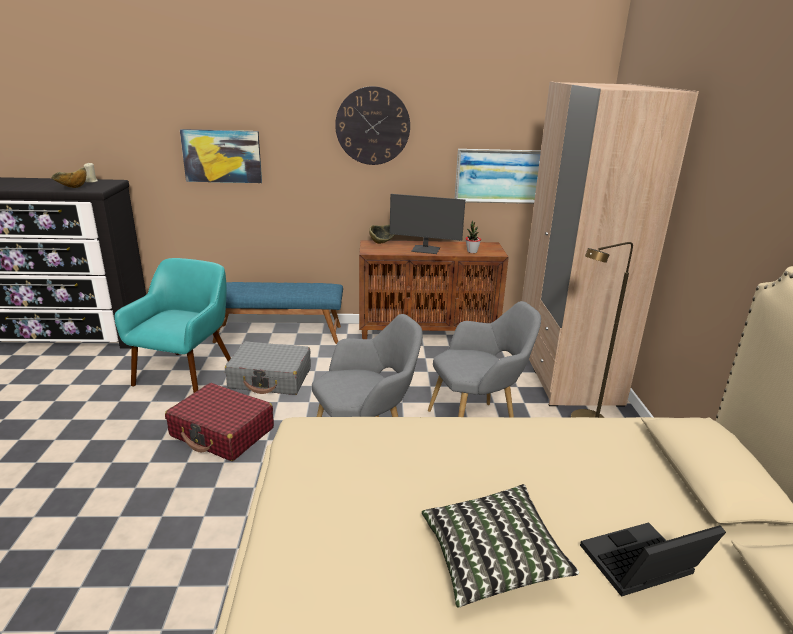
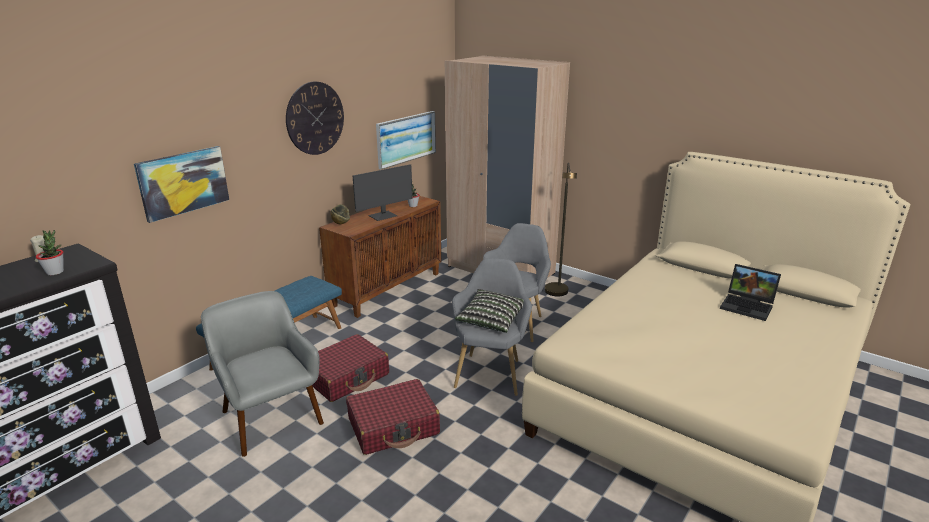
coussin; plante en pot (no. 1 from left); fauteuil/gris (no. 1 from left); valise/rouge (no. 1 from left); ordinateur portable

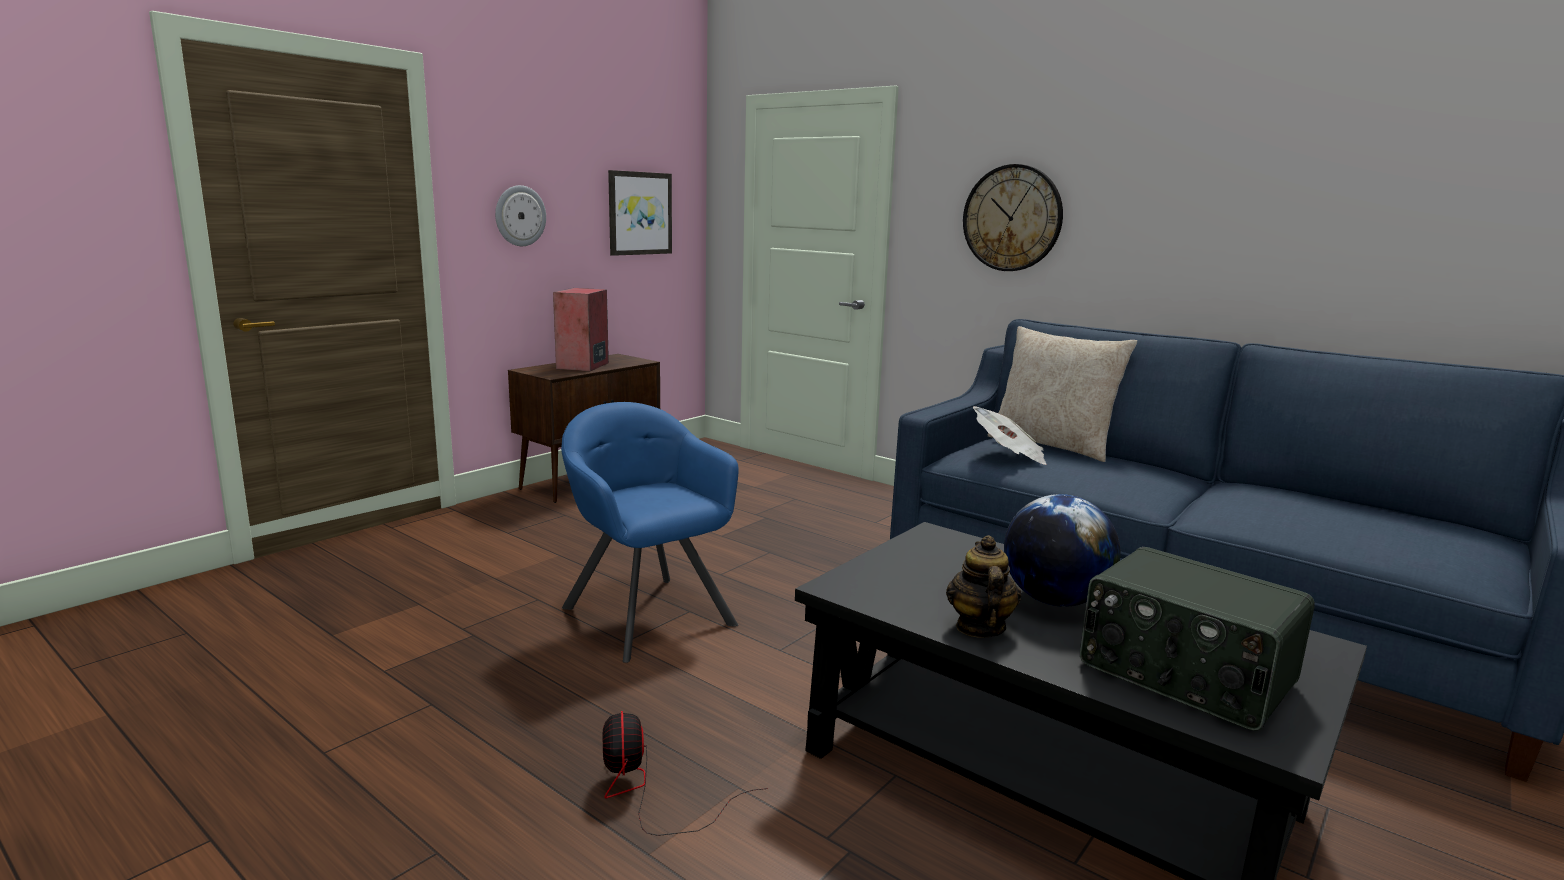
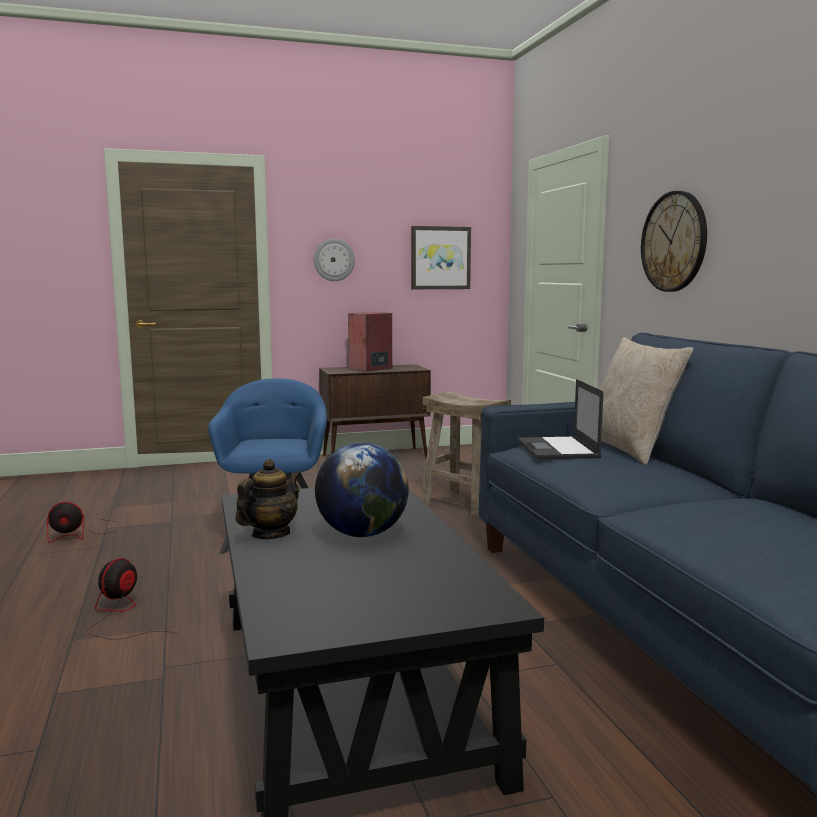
radio; ventilateur (no. 1 from left); tabouret/beige; ordinateur portable

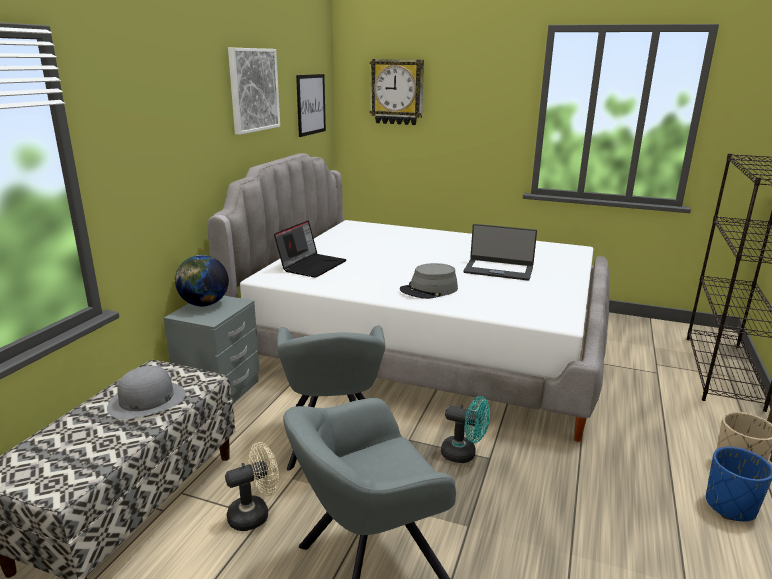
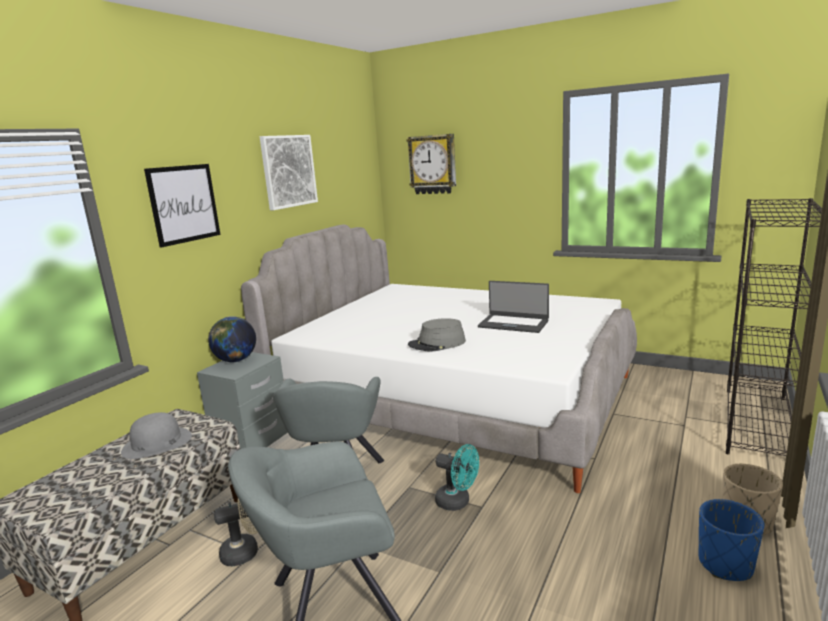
ordinateur portable (no. 1 from left in the first image); tableau (no. 1 from left)

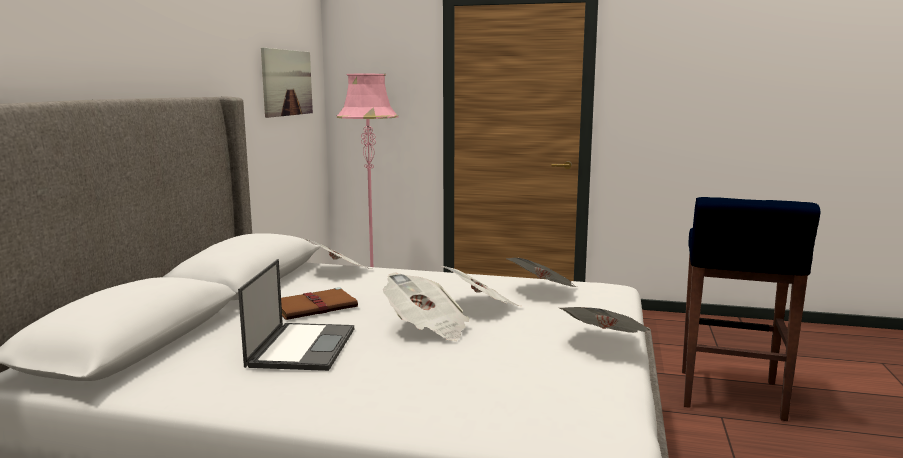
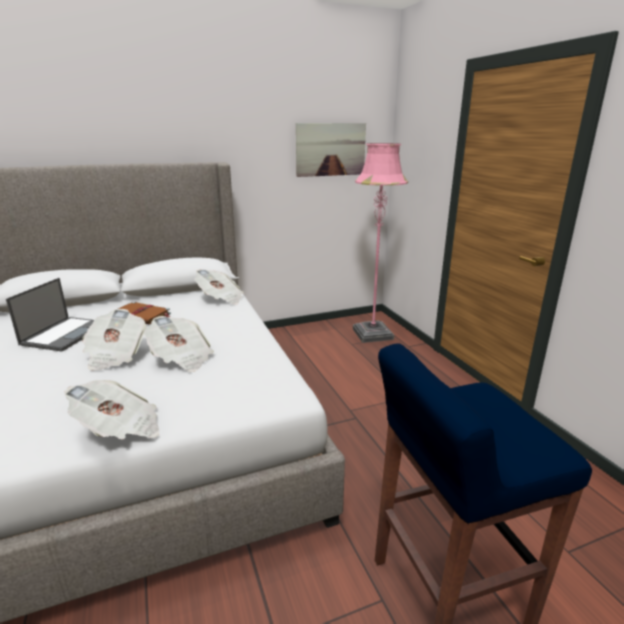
journal (no. 4 from left in the first image); ordinateur portable

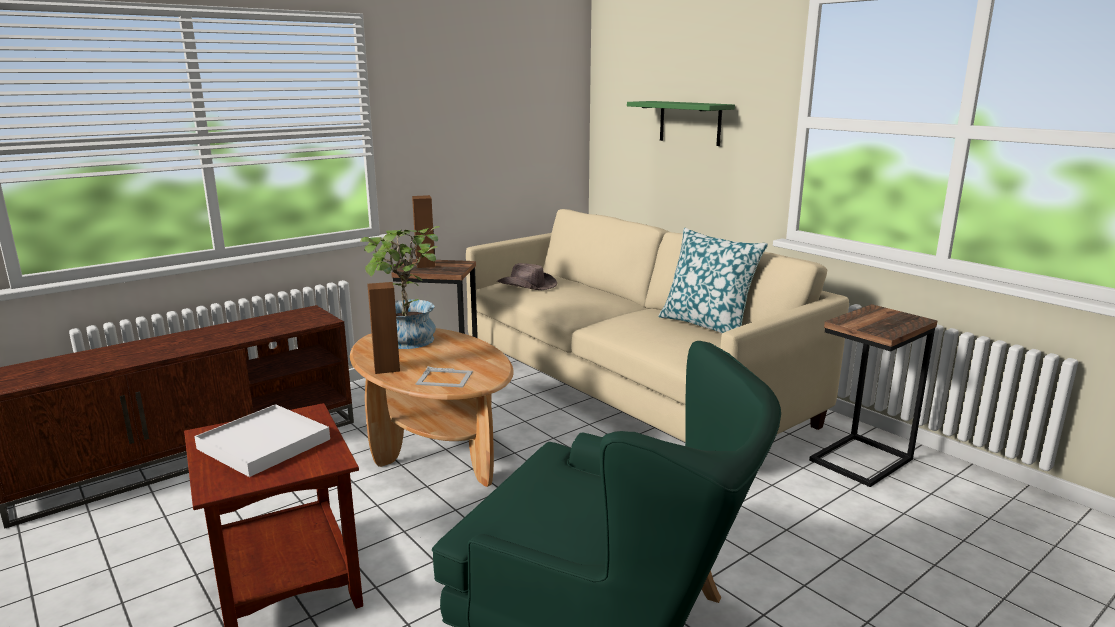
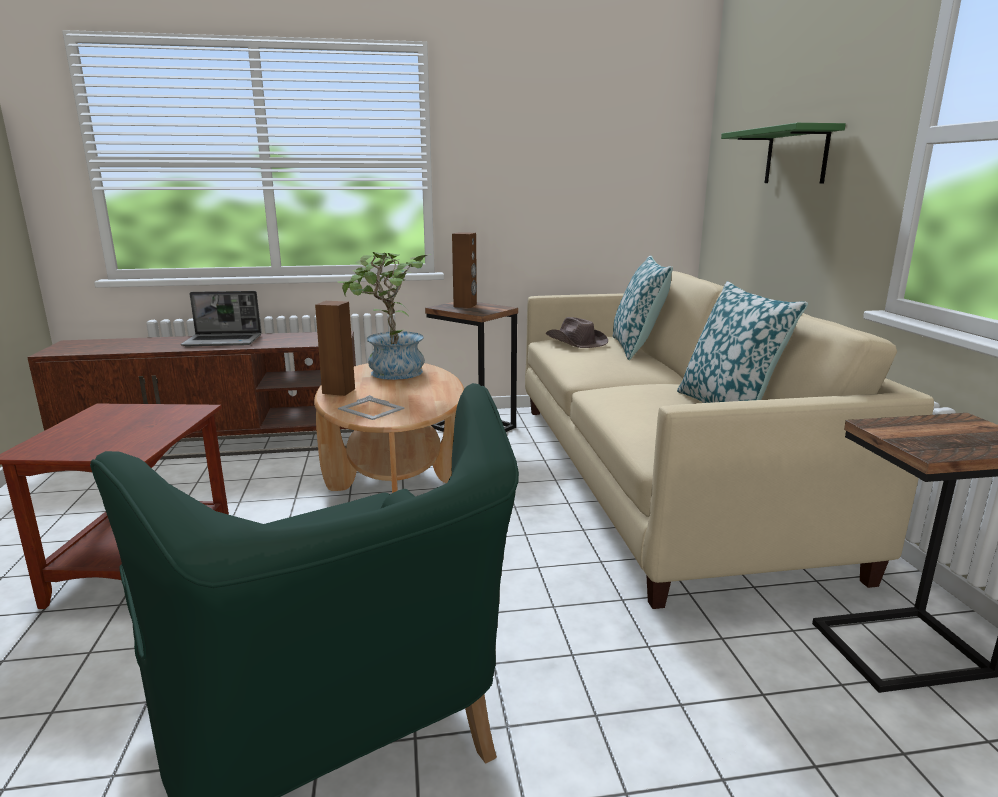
plateau/blanc; ordinateur portable; coussin (no. 1 from left)

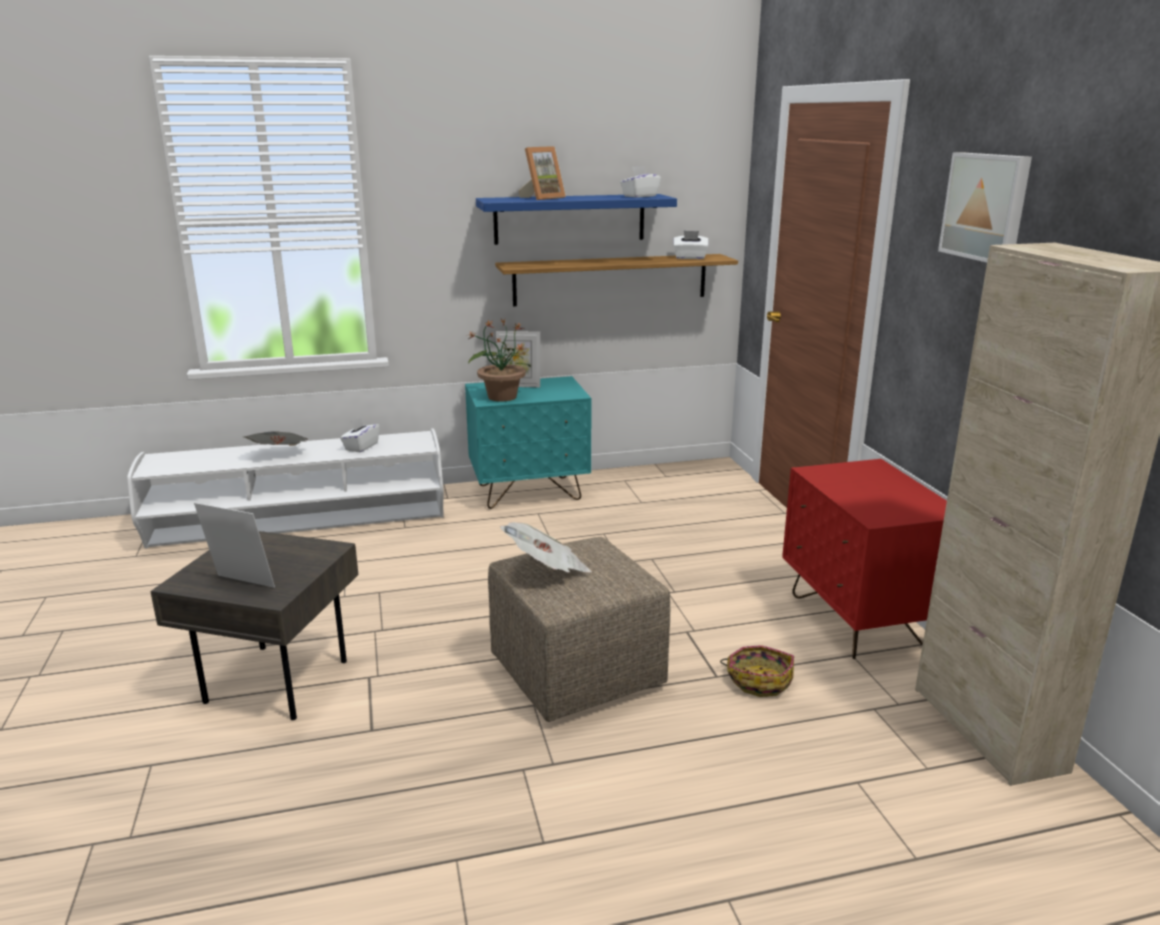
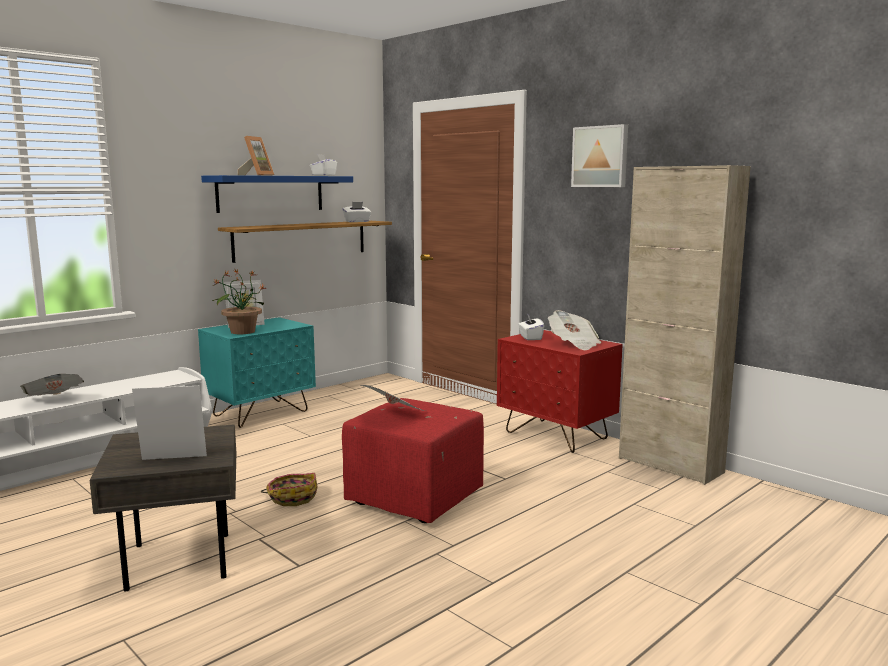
journal (no. 3 from left); boîte à mouchoirs/blanc (no. 3 from left); panier; pouf/rouge

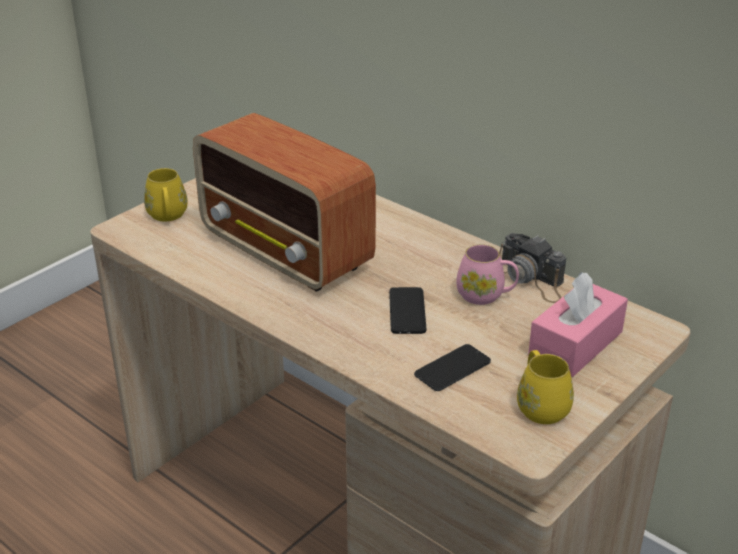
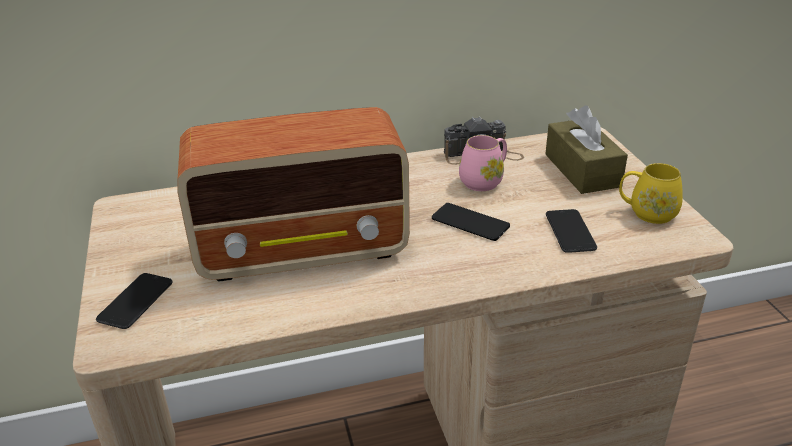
téléphone (no. 1 from left); boîte à mouchoirs/marron

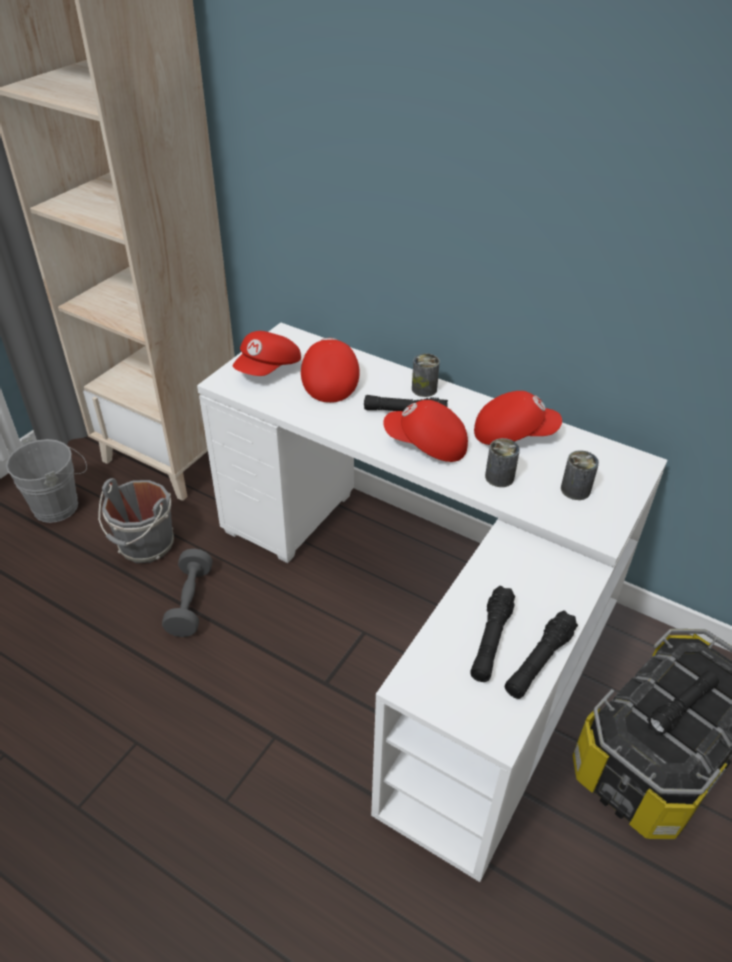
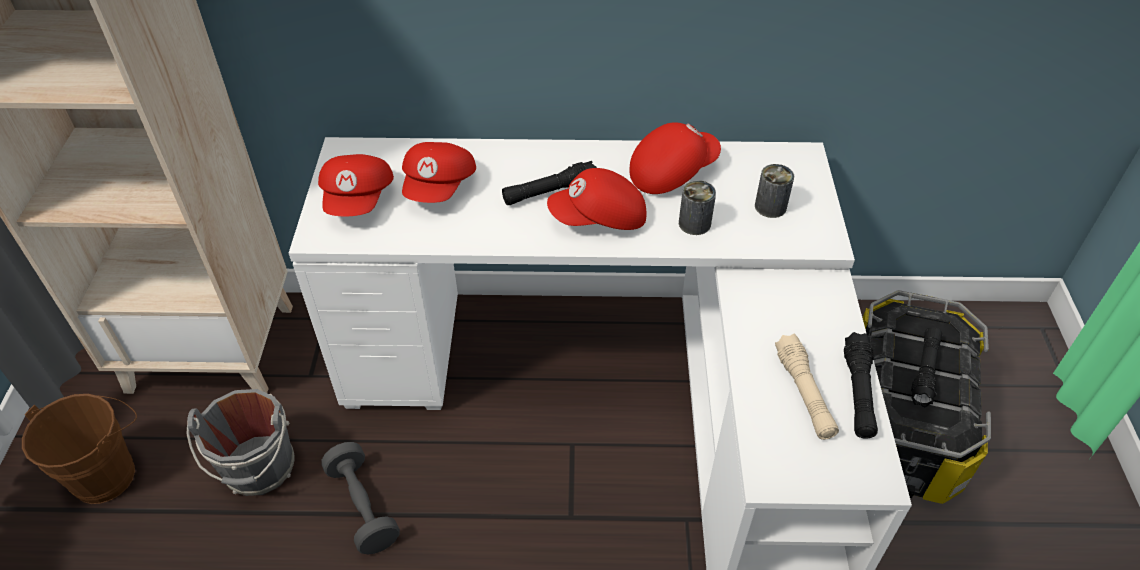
boîte métallique (no. 1 from left in the first image); seau/marron; lampe de poche/beige; casquette/rouge (no. 2 from left)

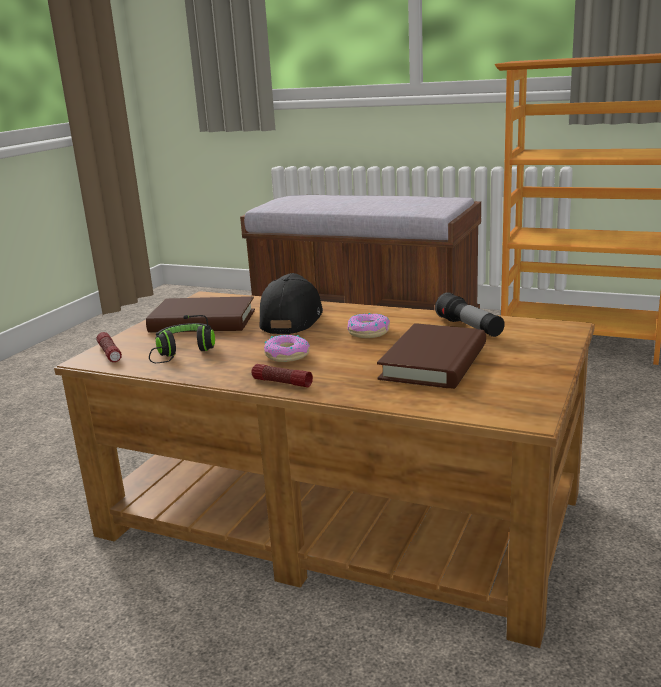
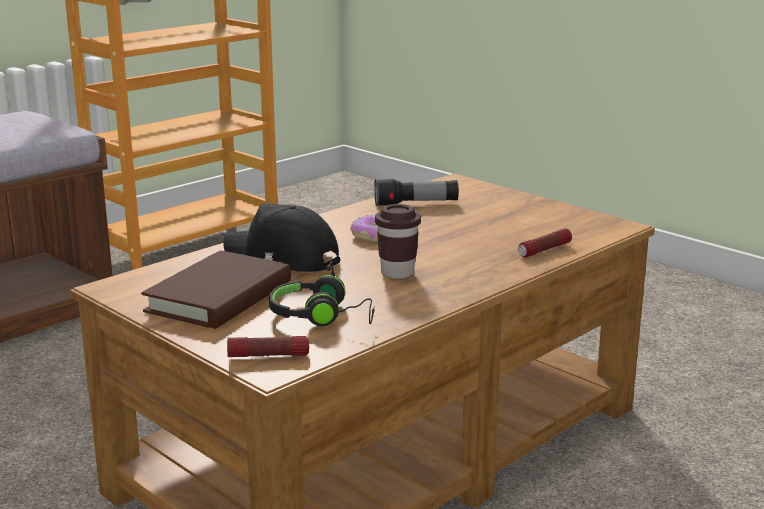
livre/marron (no. 2 from left in the first image); lampe de poche (no. 3 from left); tasse/marron

